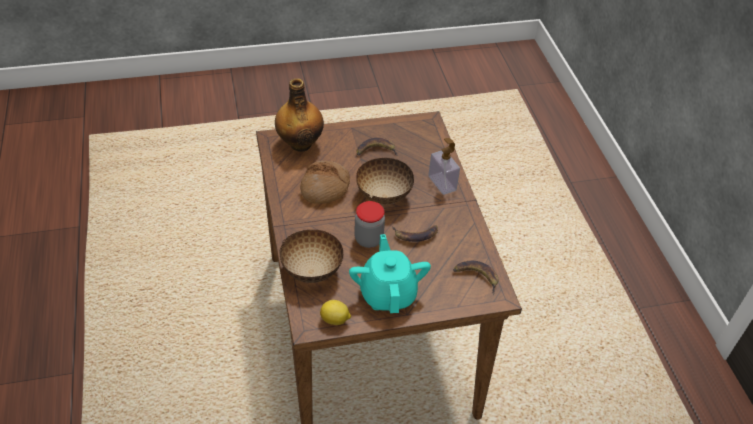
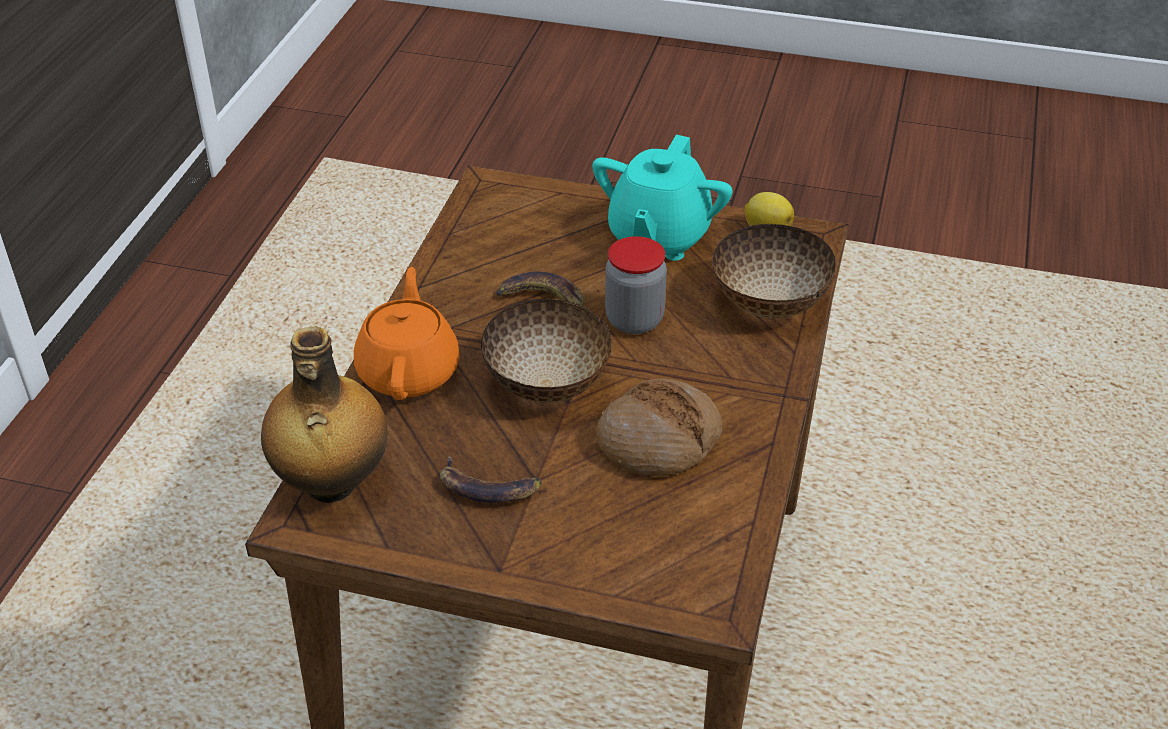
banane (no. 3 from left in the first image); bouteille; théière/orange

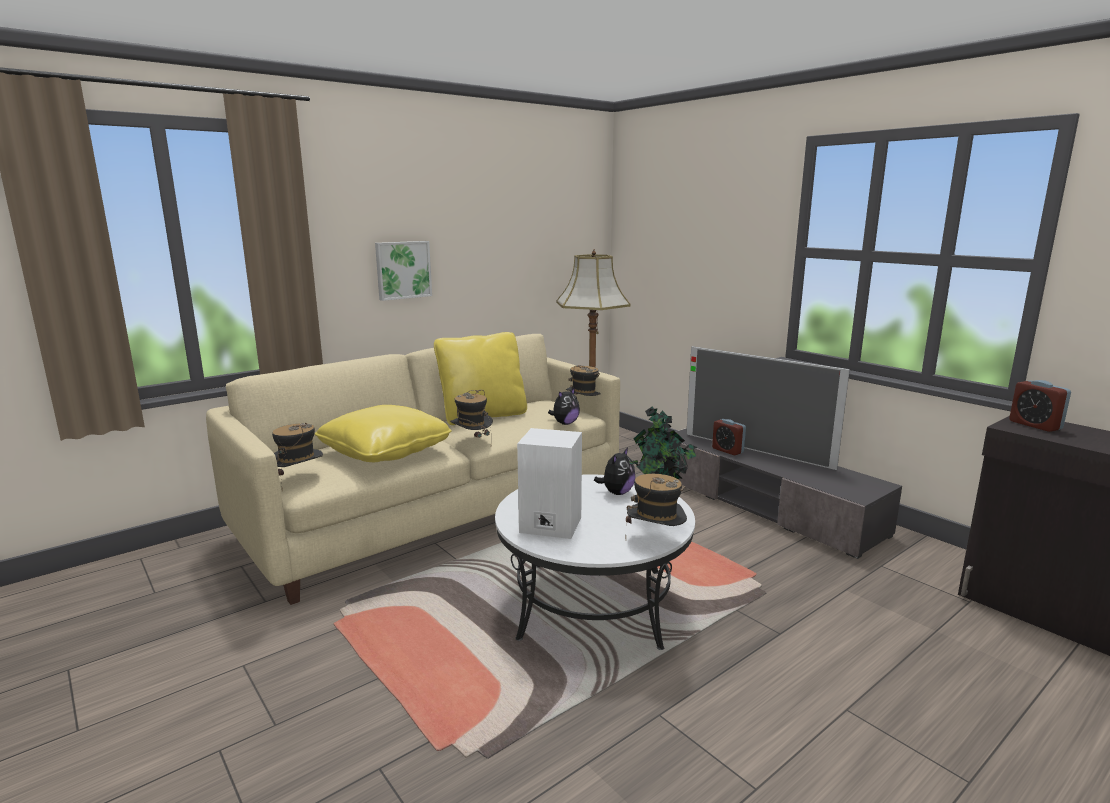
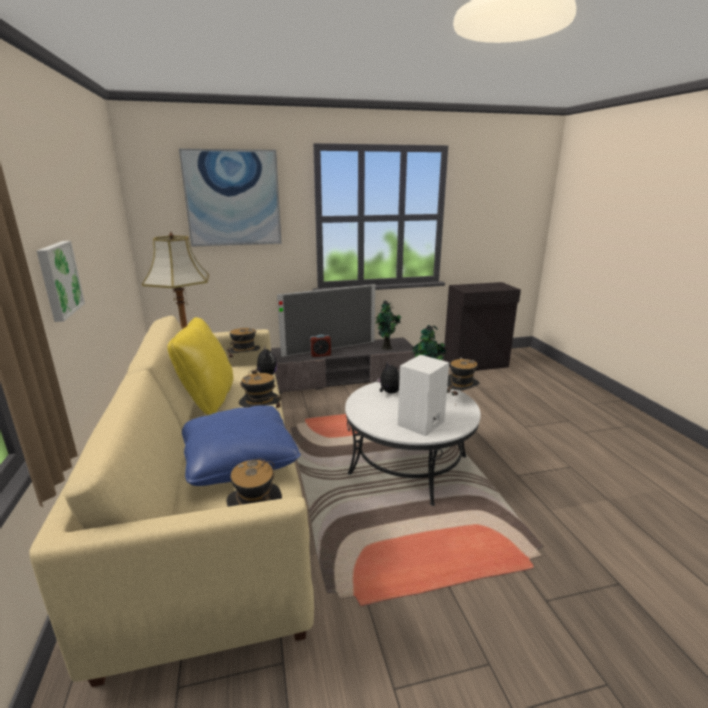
réveil (no. 2 from left in the first image); tableau (no. 2 from left); plante en pot (no. 1 from left); coussin/bleu

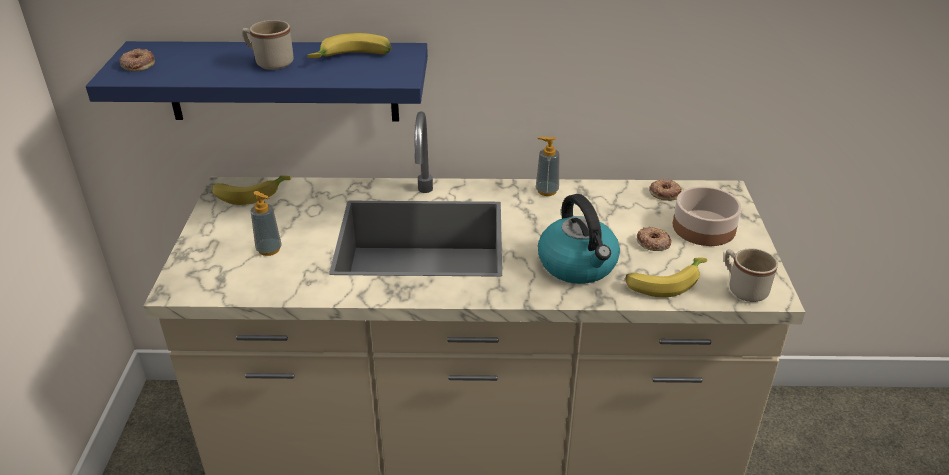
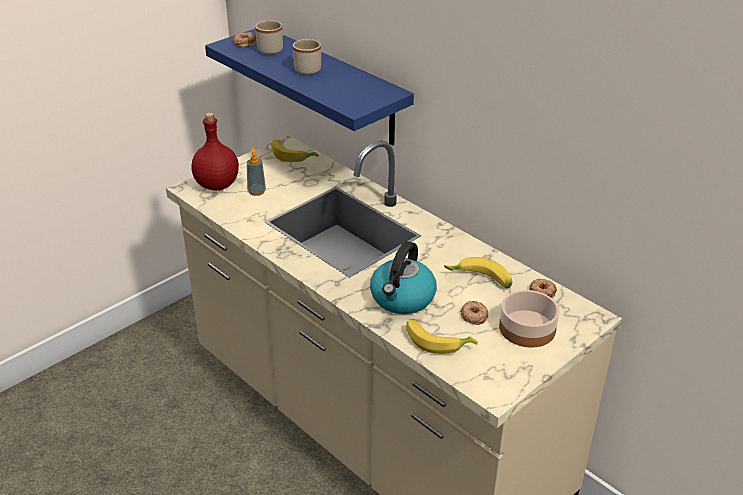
distributeur de savon (no. 2 from left in the first image); bouteille/rouge; banane (no. 3 from left); mug/beige (no. 1 from left)

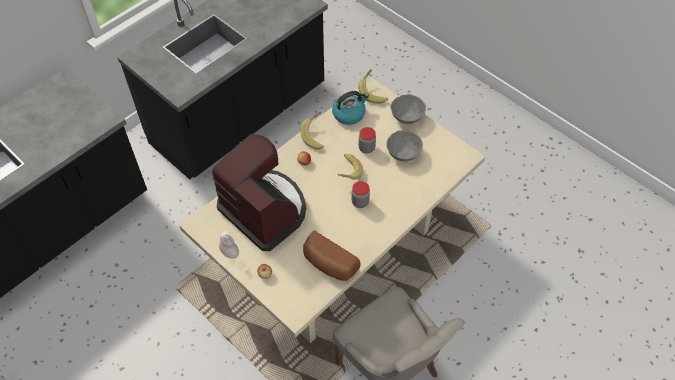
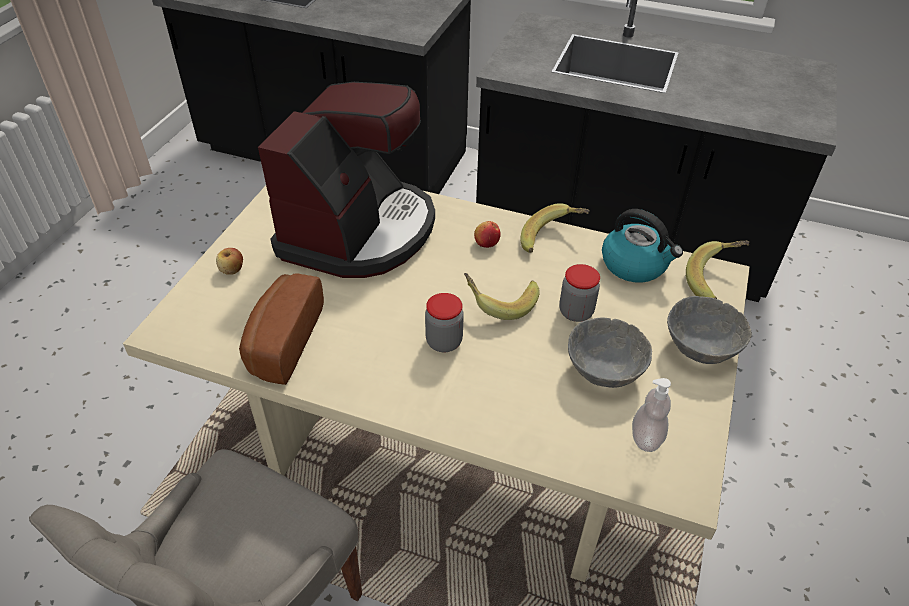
distributeur de savon

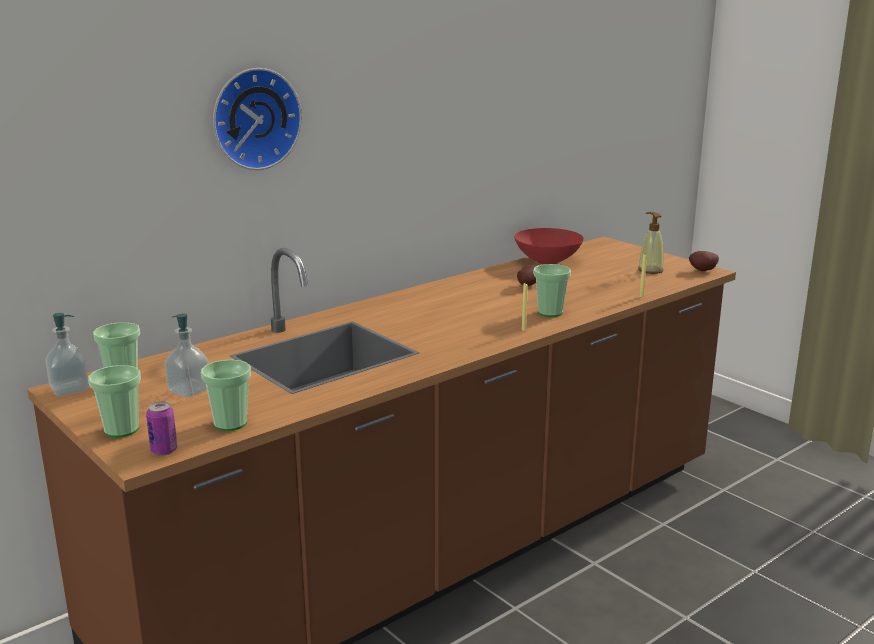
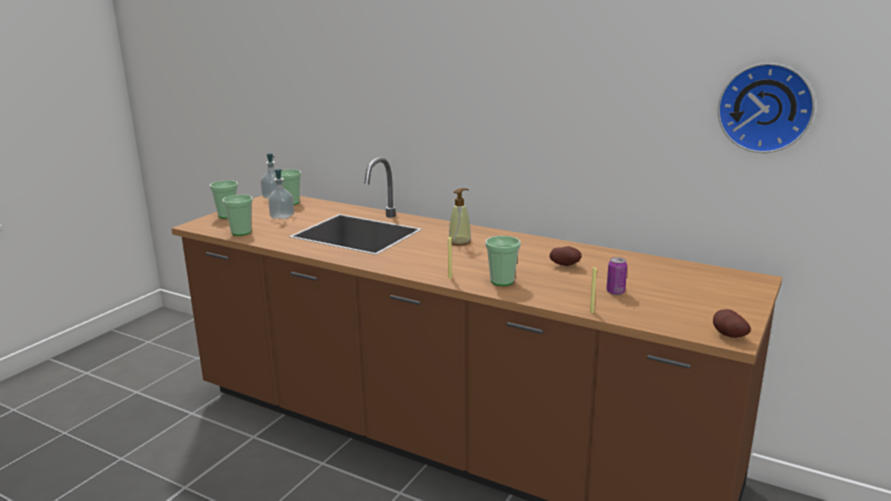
bol/rouge; boîte métallique; horloge murale; distributeur de savon (no. 3 from left)

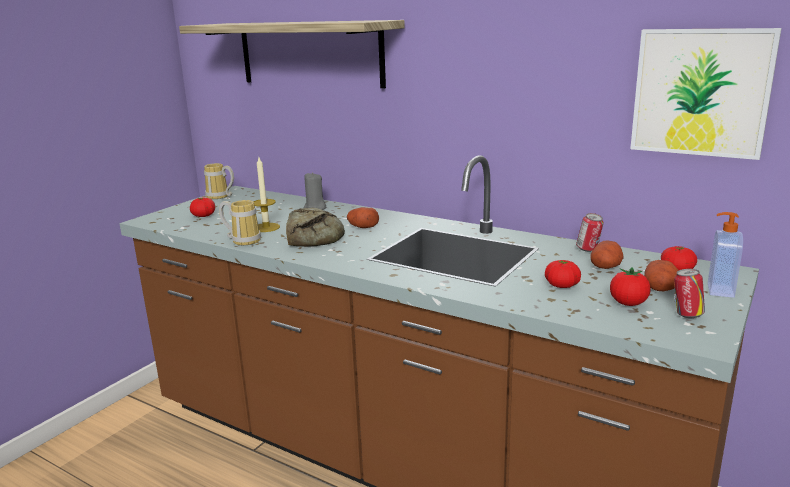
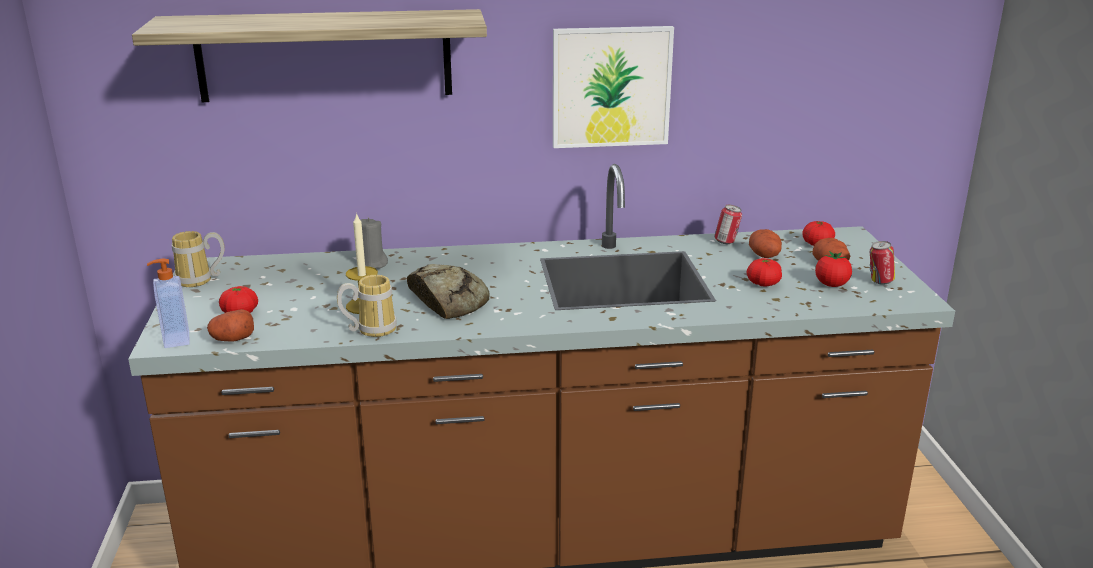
pomme de terre (no. 1 from left); tableau; distributeur de savon

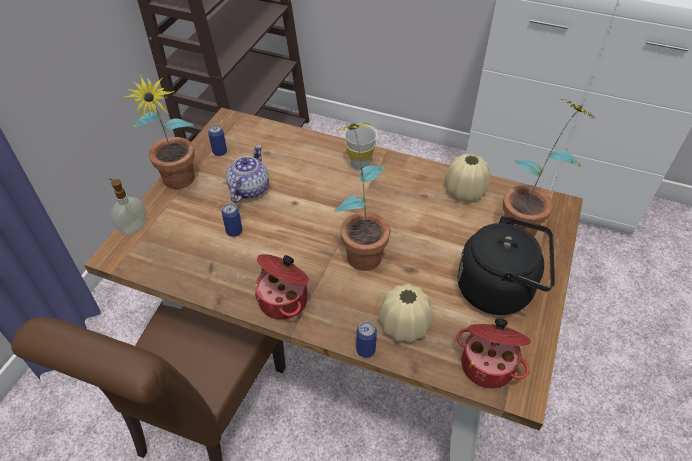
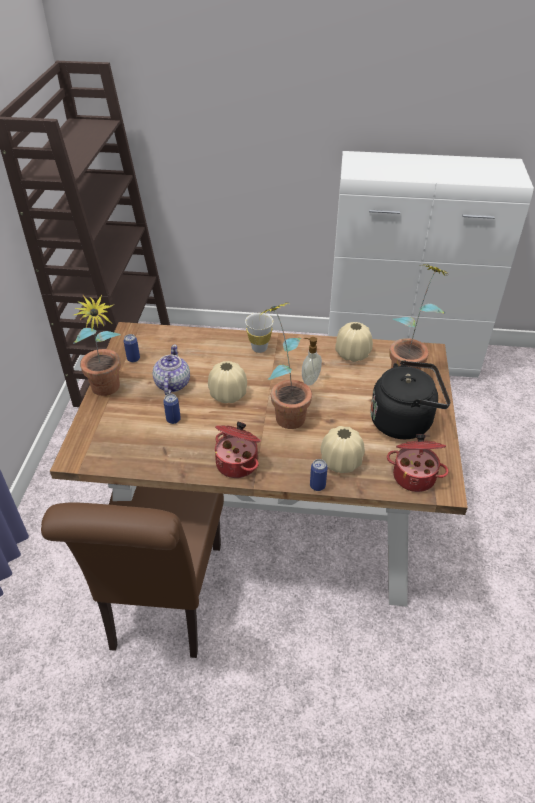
vase/beige (no. 1 from left); distributeur de savon

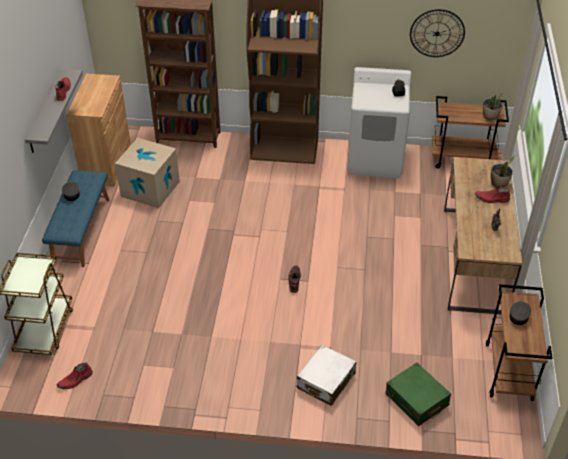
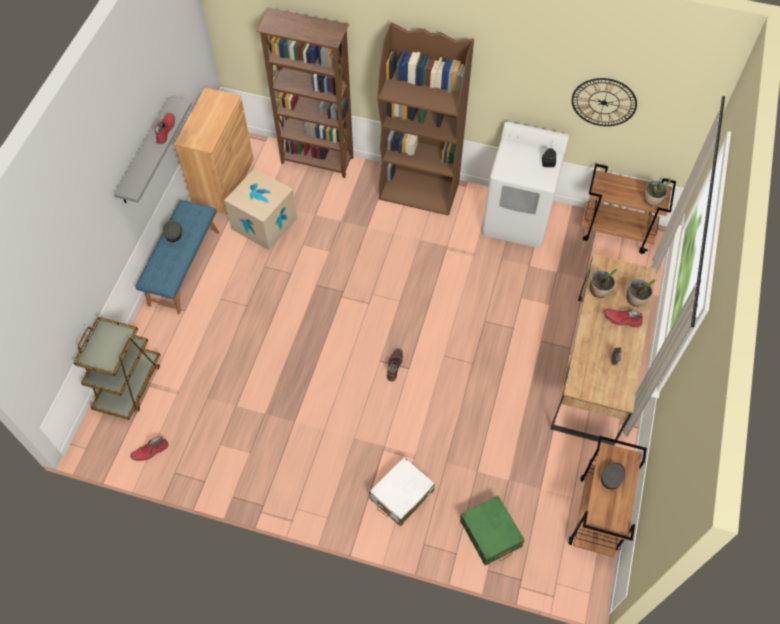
plante en pot (no. 1 from left)

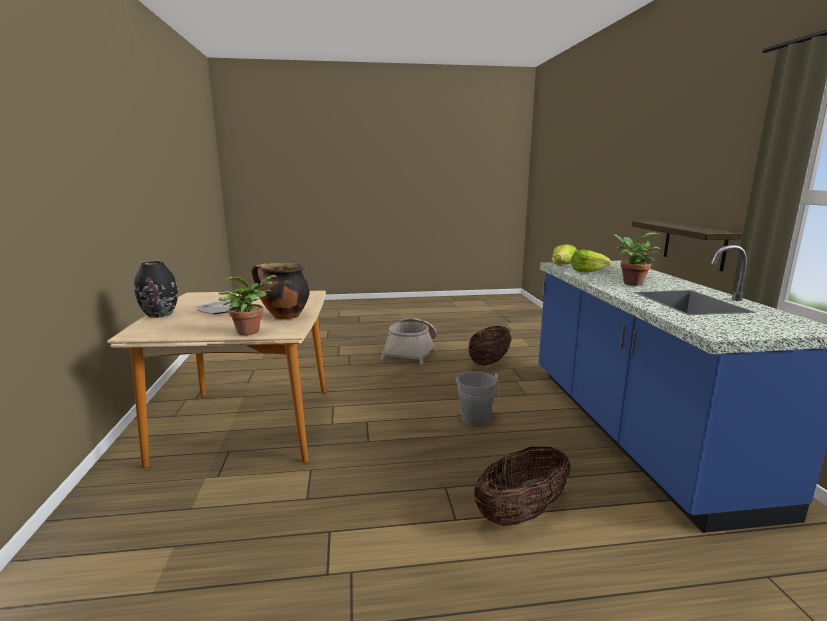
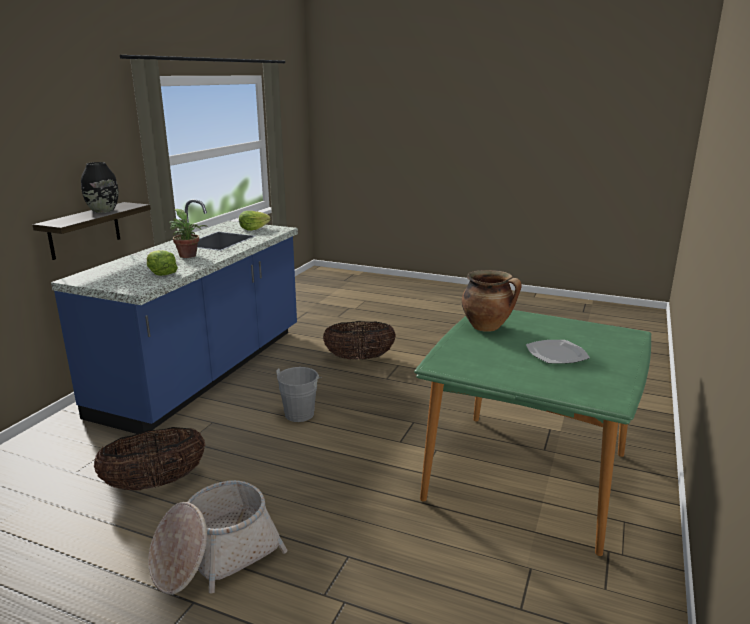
plante en pot (no. 1 from left in the first image); vase/noir; laitue (no. 2 from left); table à manger/vert

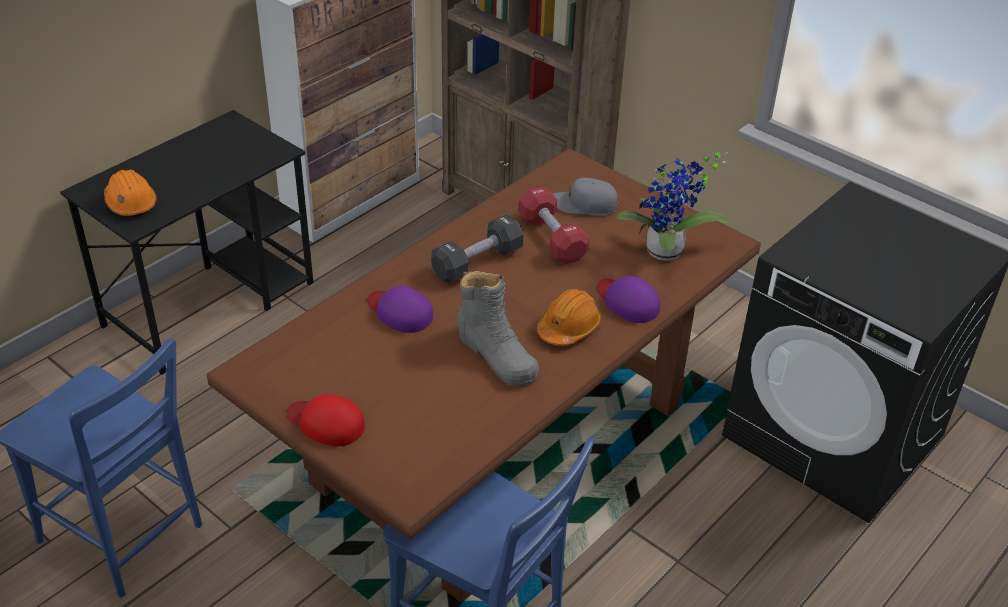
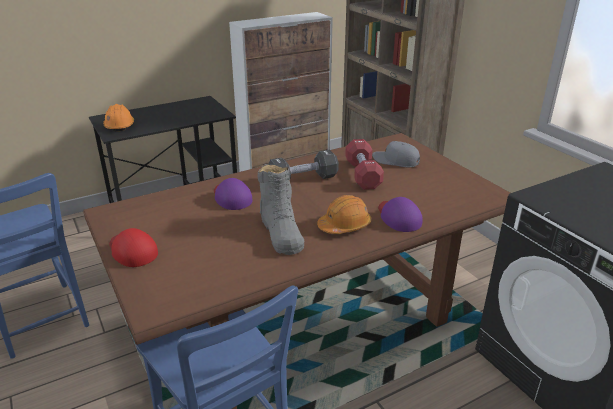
plante en pot

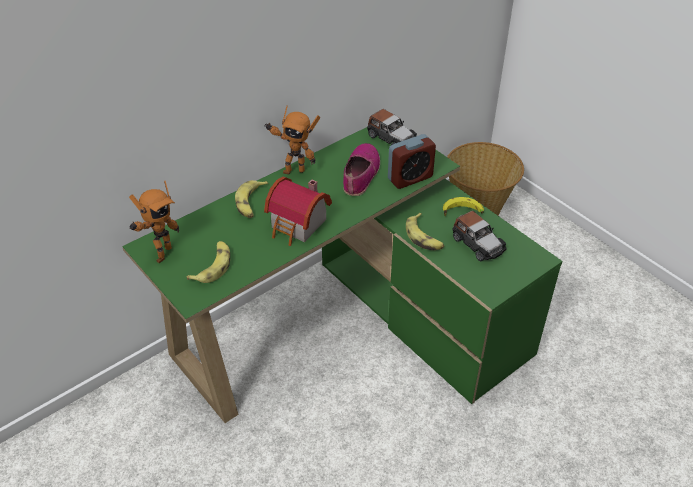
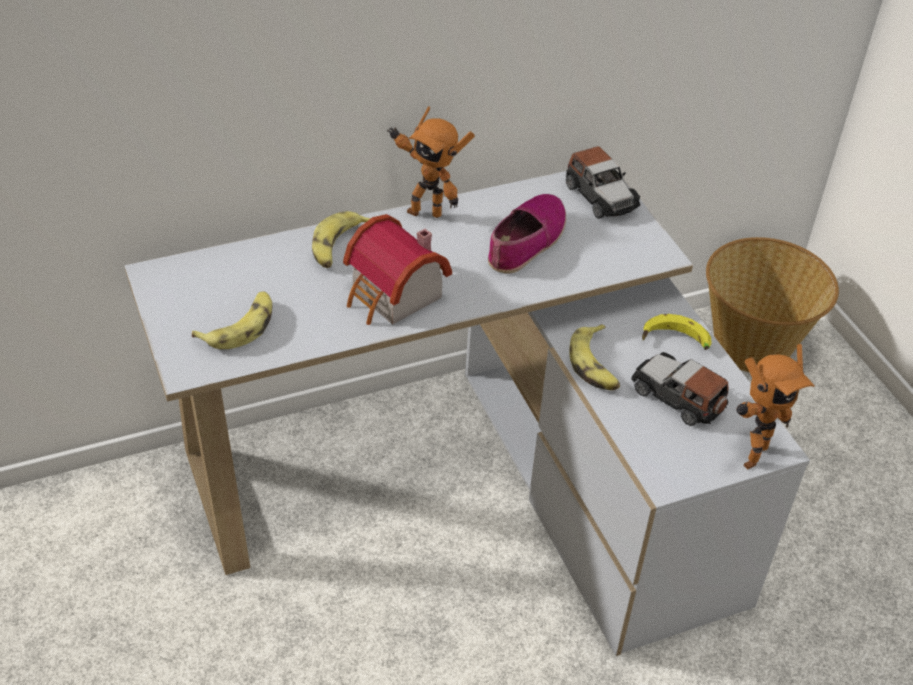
réveil; robot jouet (no. 2 from left); bureau/blanc; petite voiture (no. 2 from left)

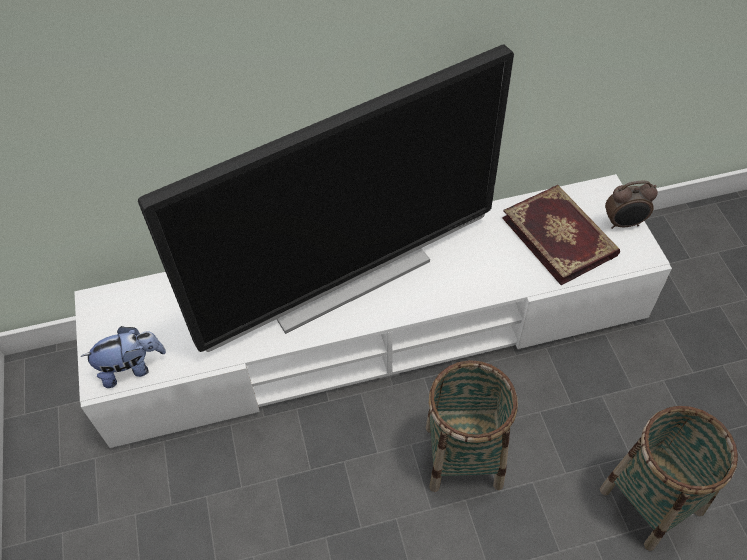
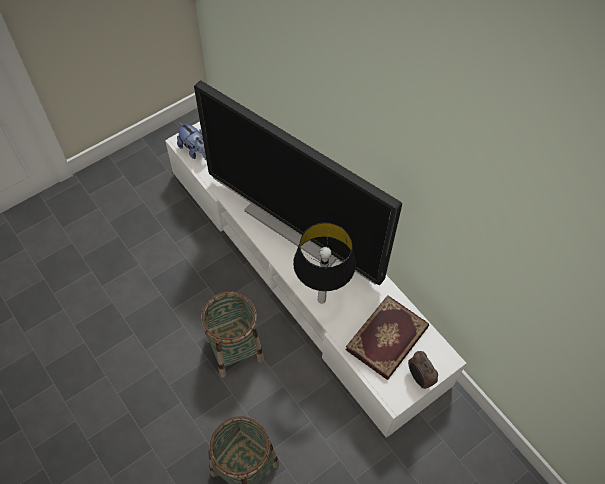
lampe de table

